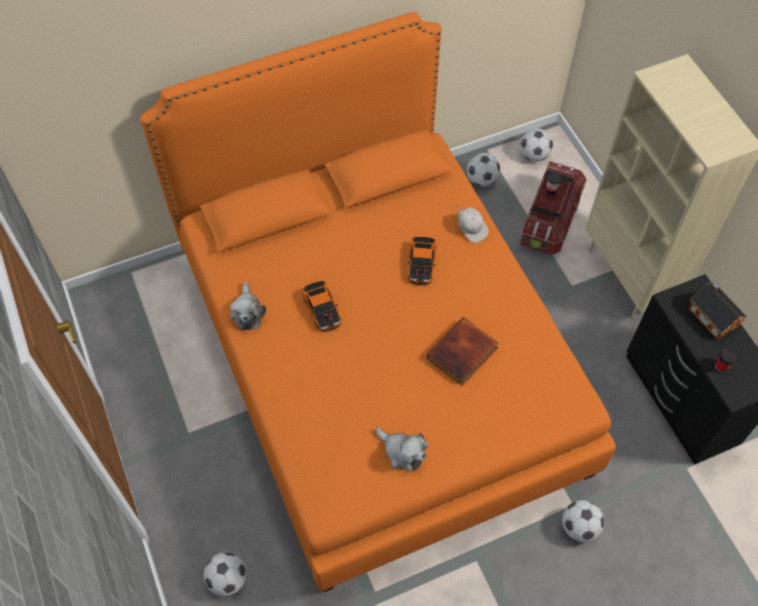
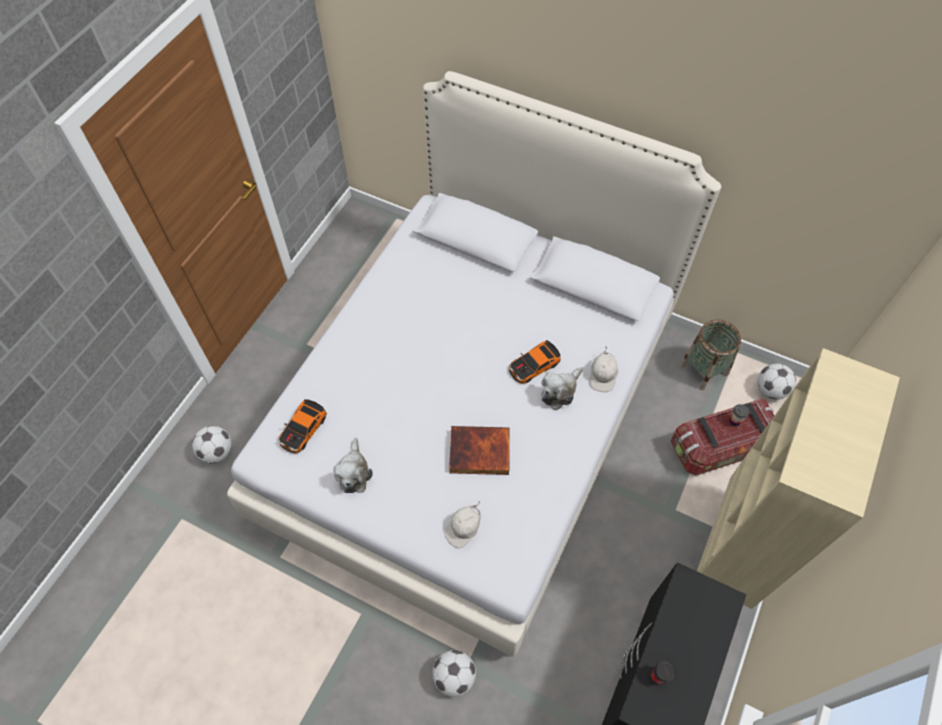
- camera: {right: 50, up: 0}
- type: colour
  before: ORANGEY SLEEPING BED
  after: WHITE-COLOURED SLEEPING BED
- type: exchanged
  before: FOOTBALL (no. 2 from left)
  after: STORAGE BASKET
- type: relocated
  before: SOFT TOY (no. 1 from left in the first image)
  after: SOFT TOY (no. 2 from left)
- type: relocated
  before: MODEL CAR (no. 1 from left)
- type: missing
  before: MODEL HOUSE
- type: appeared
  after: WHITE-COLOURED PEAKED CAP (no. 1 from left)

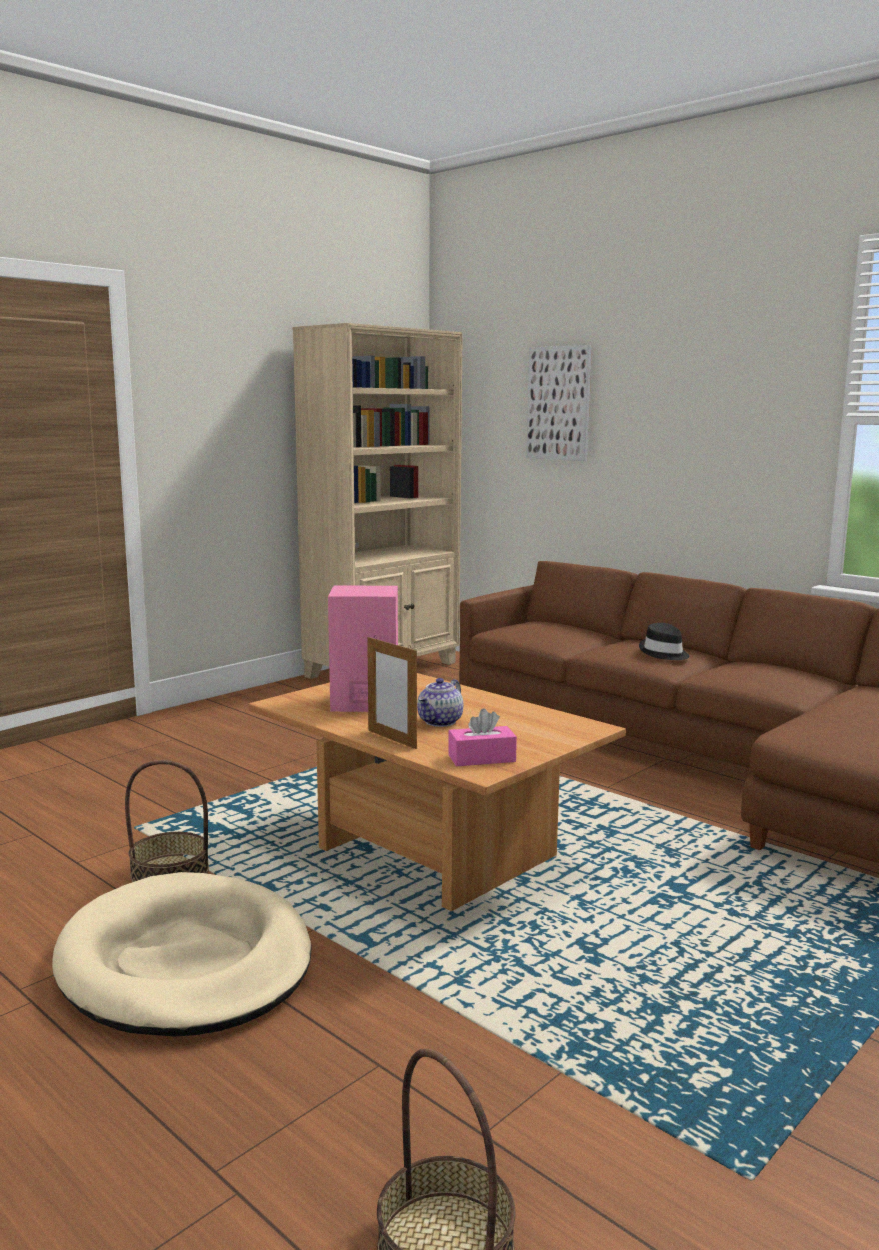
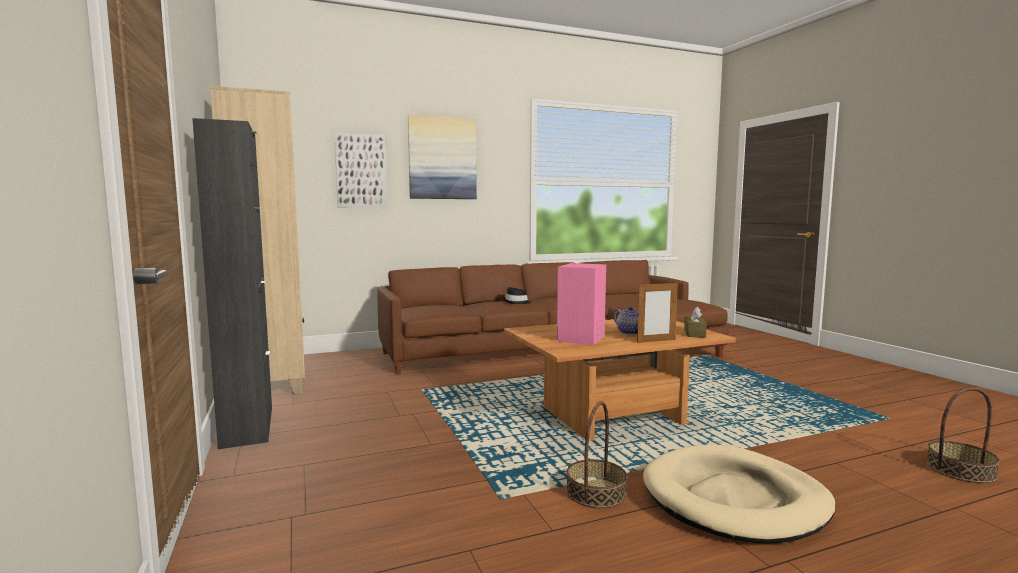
- camera: {right: -65, up: -5}
- type: colour
  before: PINK BOX OF TISSUES
  after: BROWN-COLOURED BOX OF TISSUES
- type: appeared
  after: WALL ART (no. 2 from left)
- type: appeared
  after: BLACKISH CUPBOARD

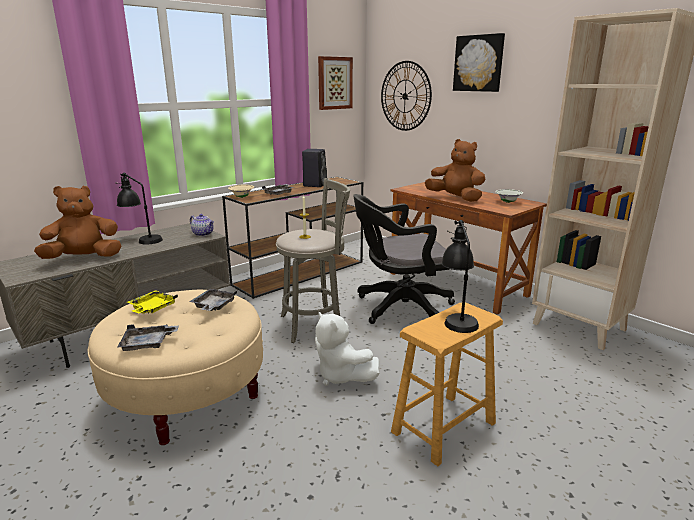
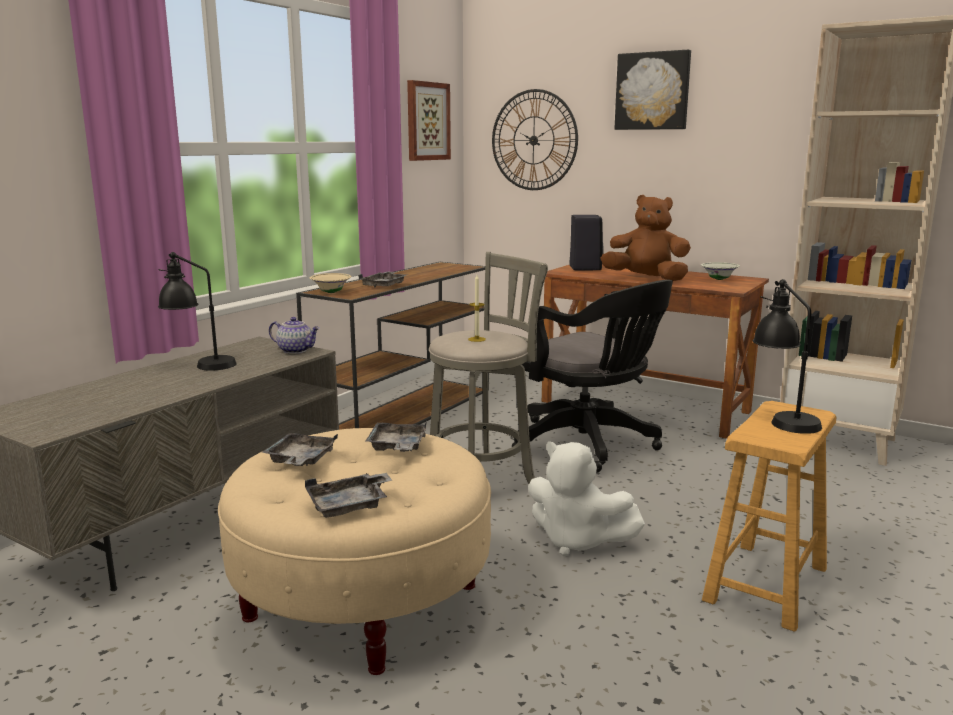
- camera: {right: -15, up: -5}
- type: relocated
  before: BLACKISH LOUDSPEAKER
- type: missing
  before: BROWN-COLOURED SOFT TOY (no. 1 from left)
- type: spun
  before: BLACKISH OFFICE CHAIR
  turn: -105
- type: colour
  before: YELLOW SERVING TRAY
  after: GREYISH SERVING TRAY (no. 1 from left)

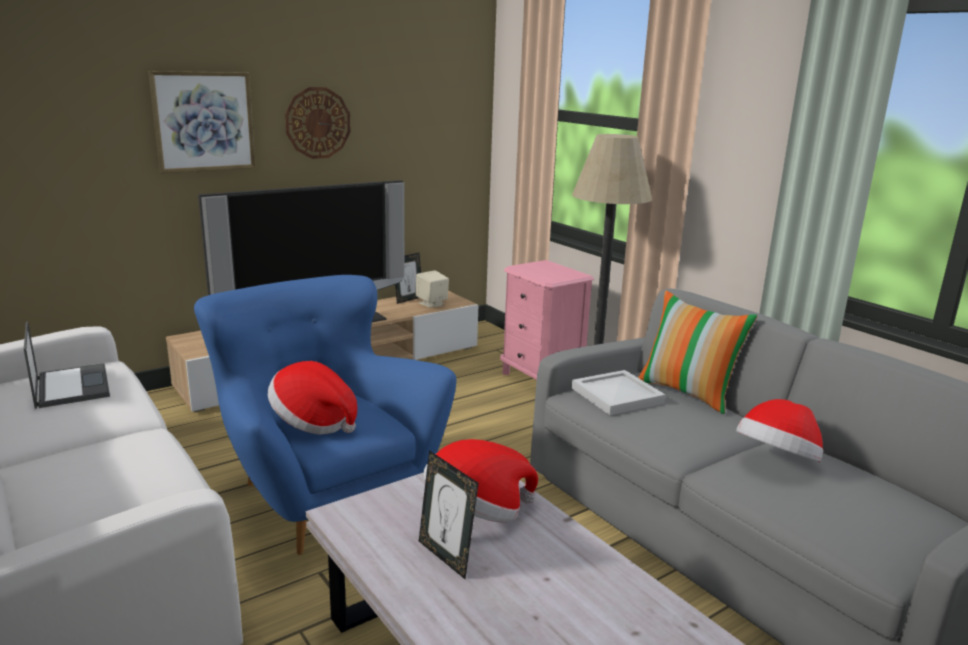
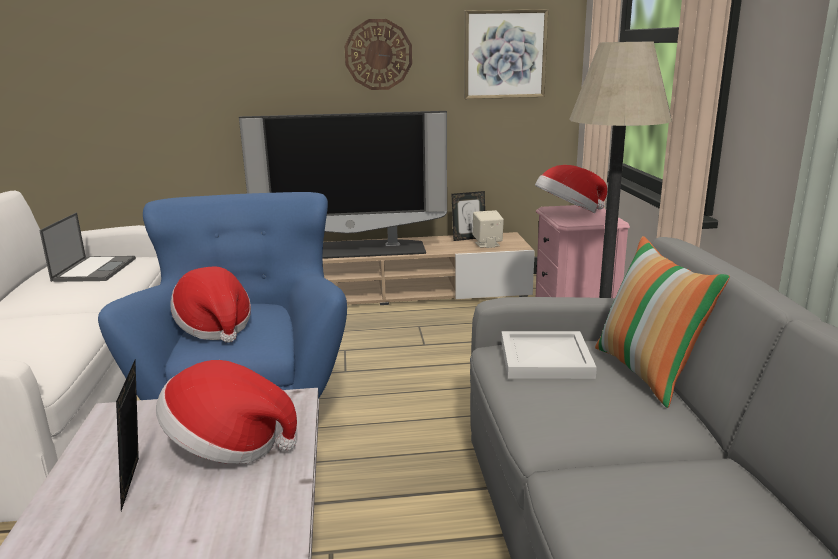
- camera: {right: 30, up: 0}
- type: relocated
  before: WALL ART
- type: relocated
  before: CLOTHING HAT (no. 3 from left)

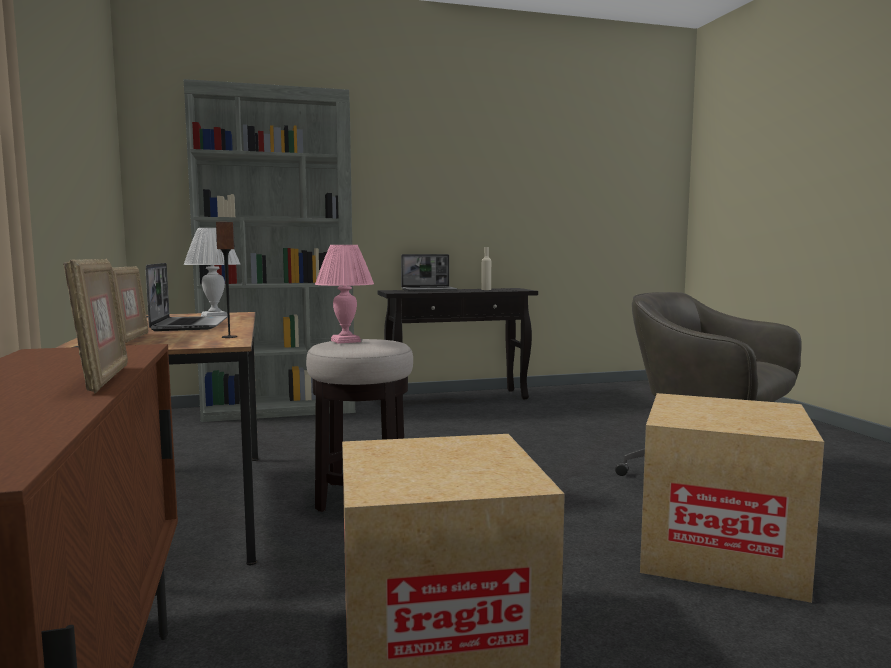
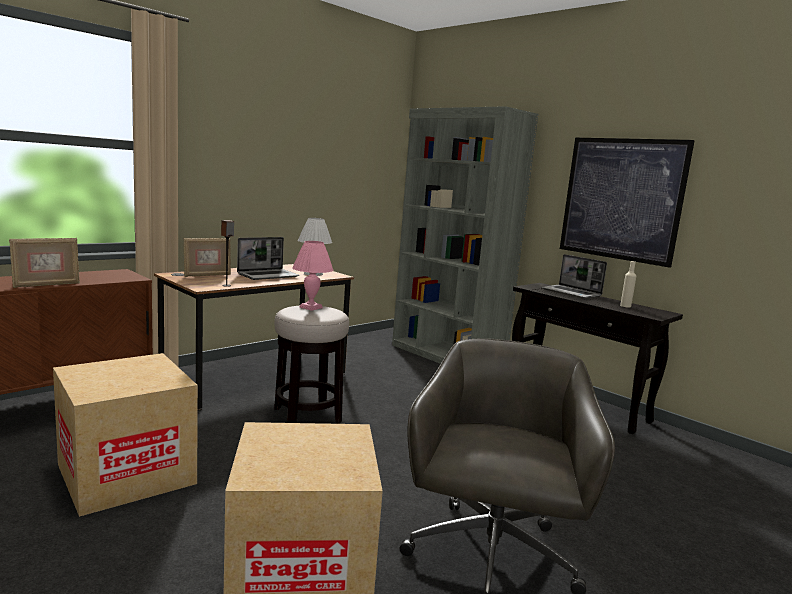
- camera: {right: 60, up: 5}
- type: appeared
  after: WALL ART

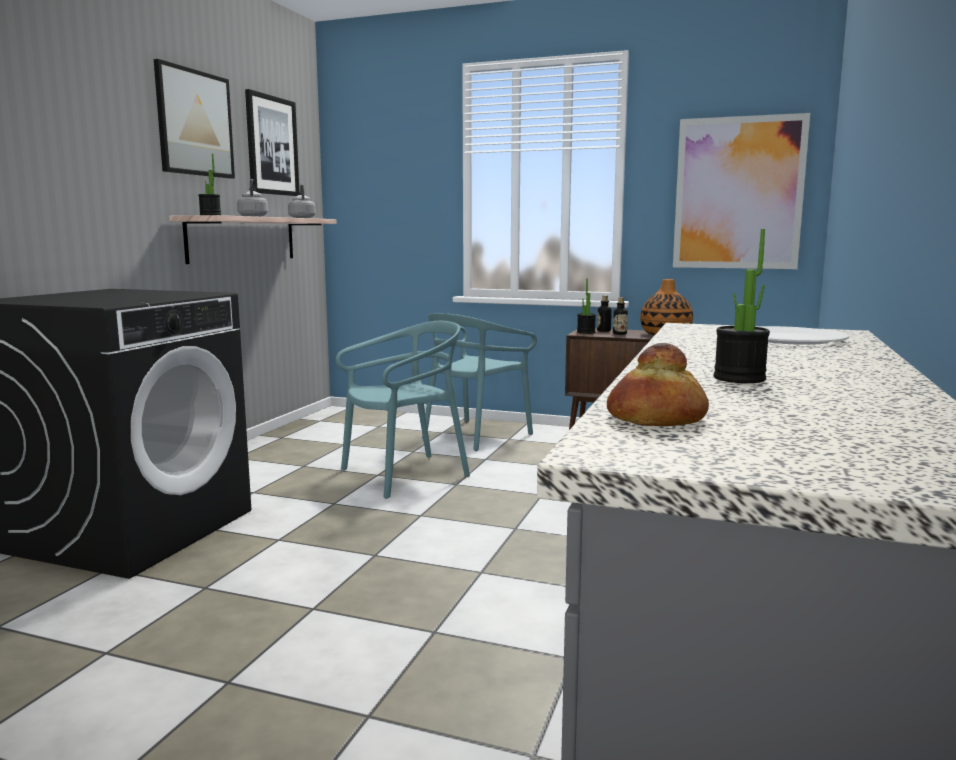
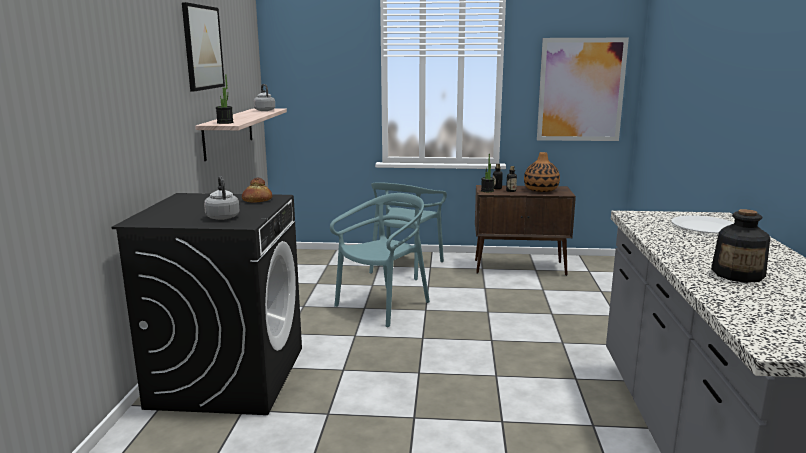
- camera: {right: -15, up: 5}
- type: missing
  before: WALL ART (no. 2 from left)
- type: relocated
  before: GREYISH TEA KETTLE (no. 1 from left)
- type: exchanged
  before: POTTED PLANT (no. 3 from left)
  after: DRINK BOTTLE (no. 3 from left)
- type: relocated
  before: BAKERY BREAD

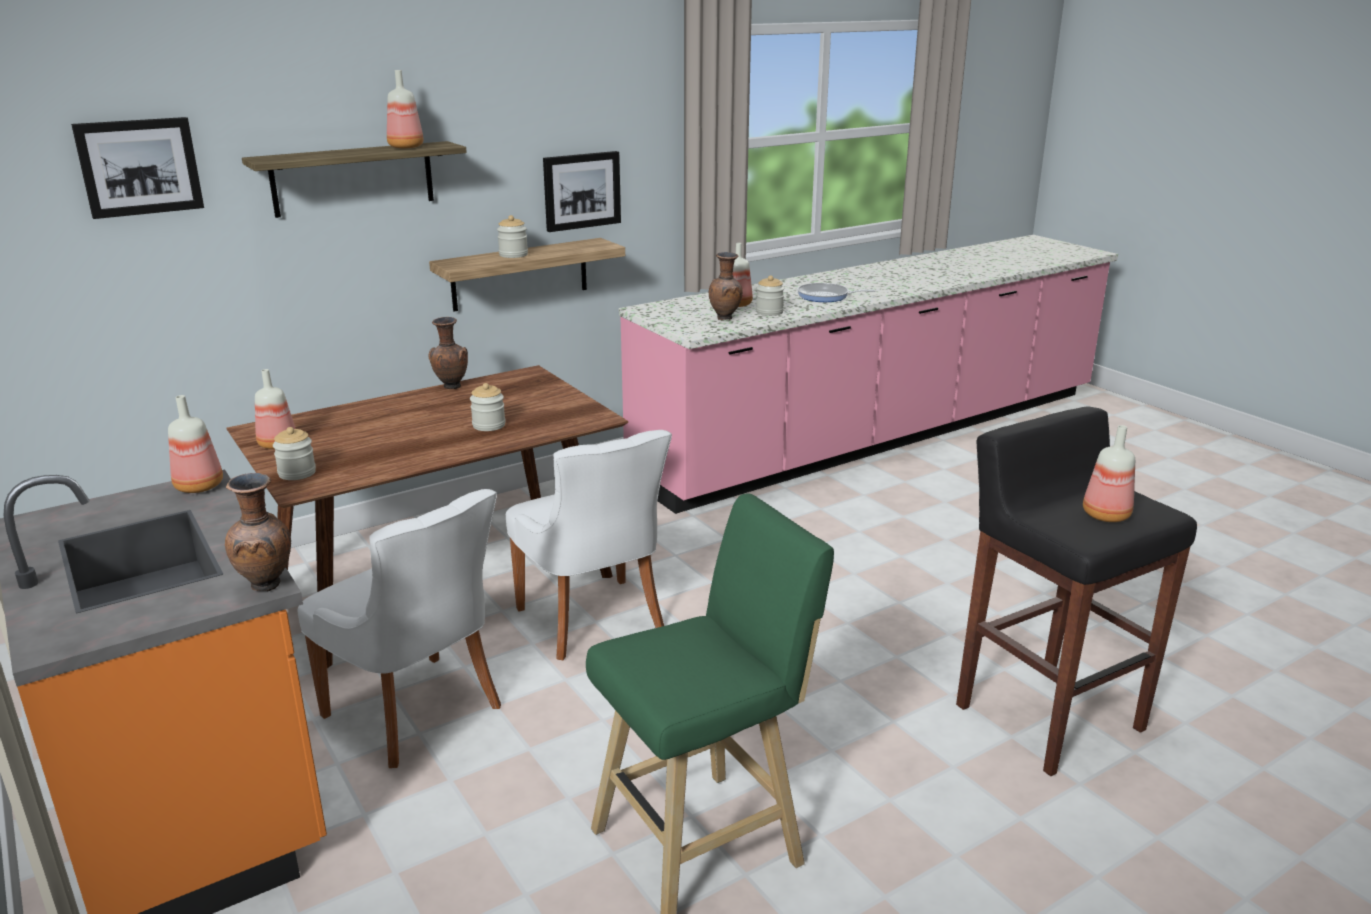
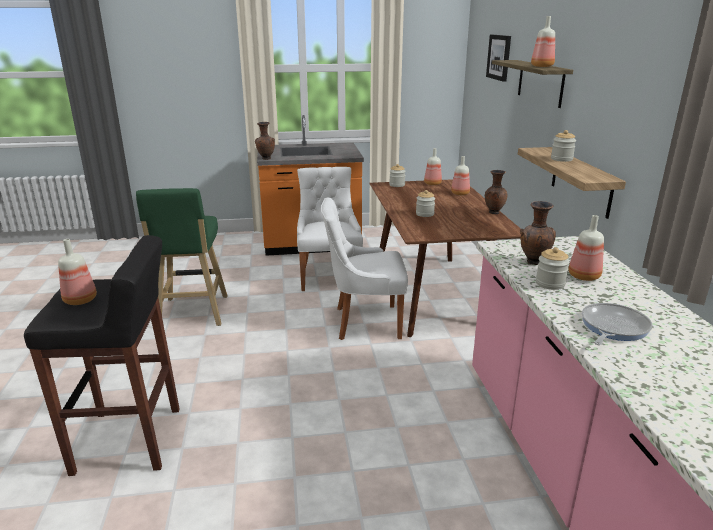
- camera: {right: 115, up: 0}
- type: missing
  before: WALL ART (no. 2 from left)
- type: relocated
  before: DRINK BOTTLE (no. 1 from left in the first image)
  after: DRINK BOTTLE (no. 3 from left)
- type: spun
  before: WHITE-COLOURED PLAIN CHAIR (no. 1 from left)
  turn: 105

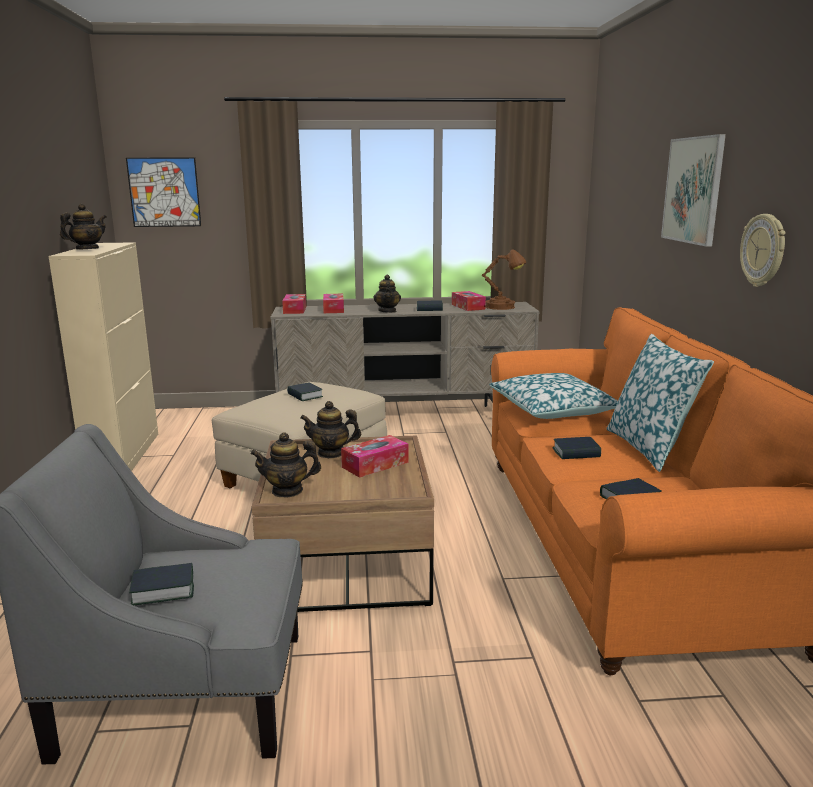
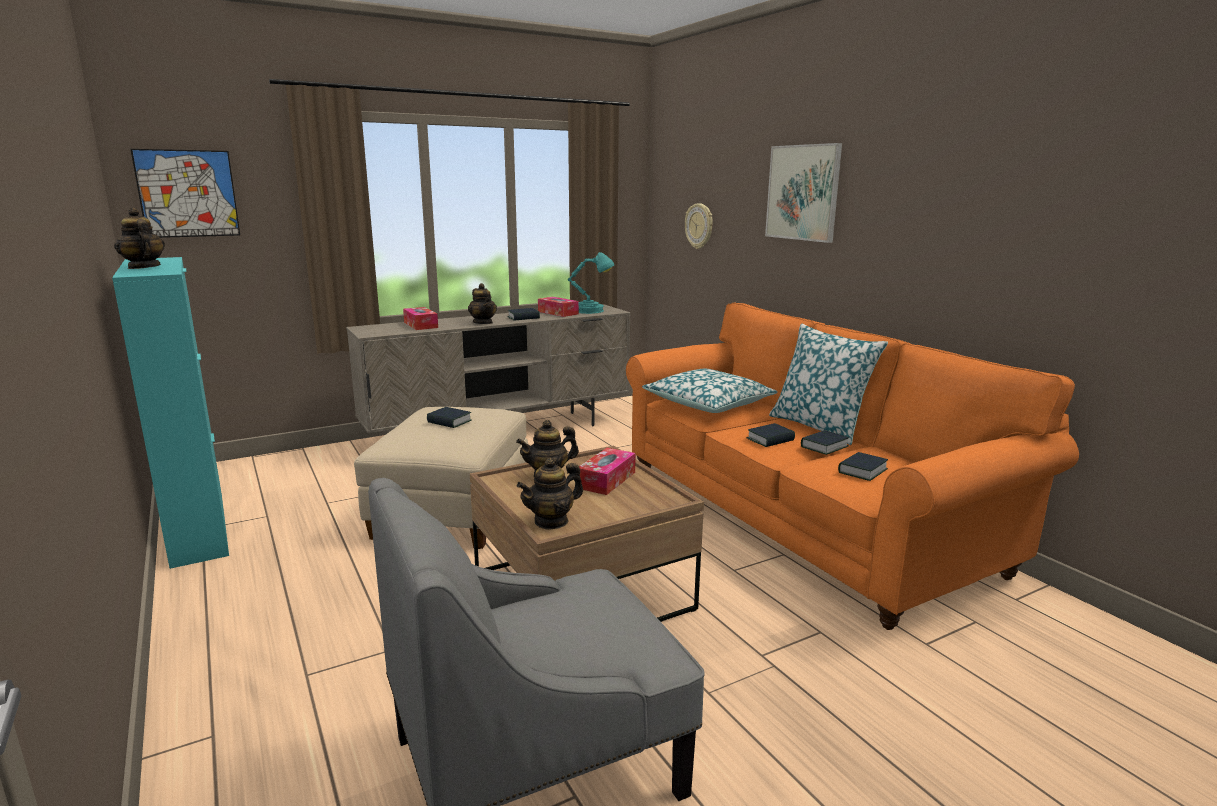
- camera: {right: -25, up: 0}
- type: spun
  before: POT FOR TEA (no. 1 from left)
  turn: -60
- type: relocated
  before: HANGING CLOCK
- type: colour
  before: BEIGE CUPBOARD
  after: TURQUOISE CUPBOARD
- type: colour
  before: BROWN-COLOURED TABLETOP LAMP
  after: TURQUOISE TABLETOP LAMP
- type: missing
  before: BOX OF TISSUES (no. 1 from left)
- type: relocated
  before: VOLUME (no. 1 from left in the first image)
  after: VOLUME (no. 4 from left)

